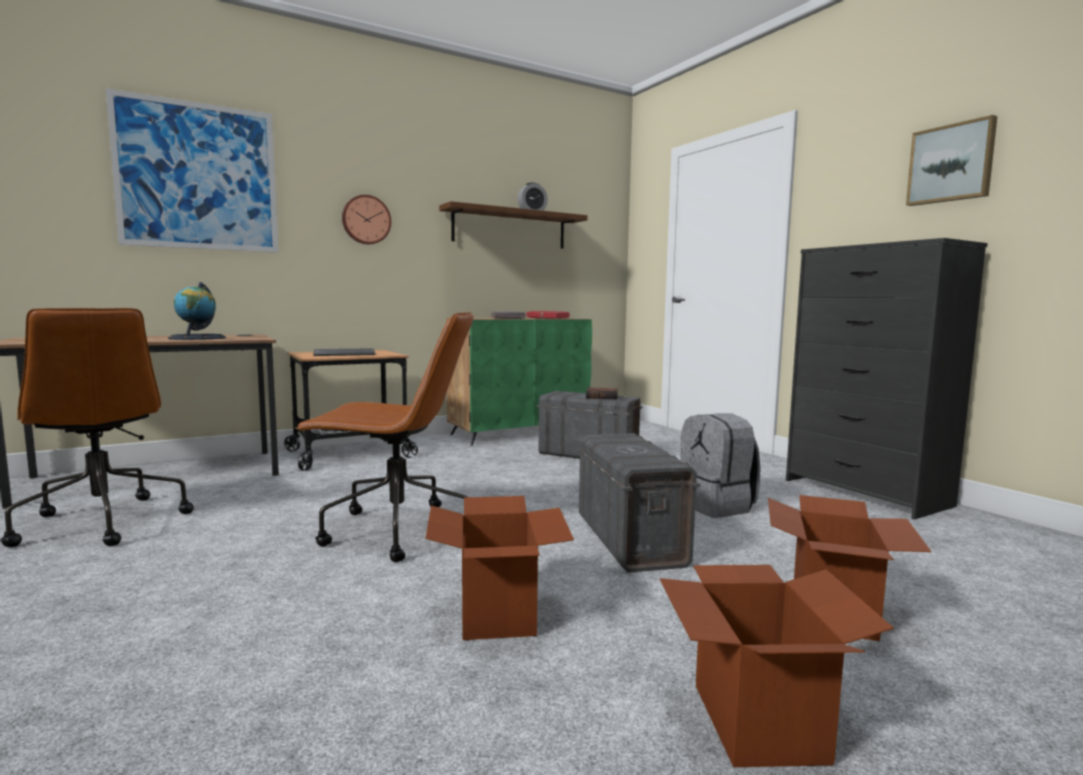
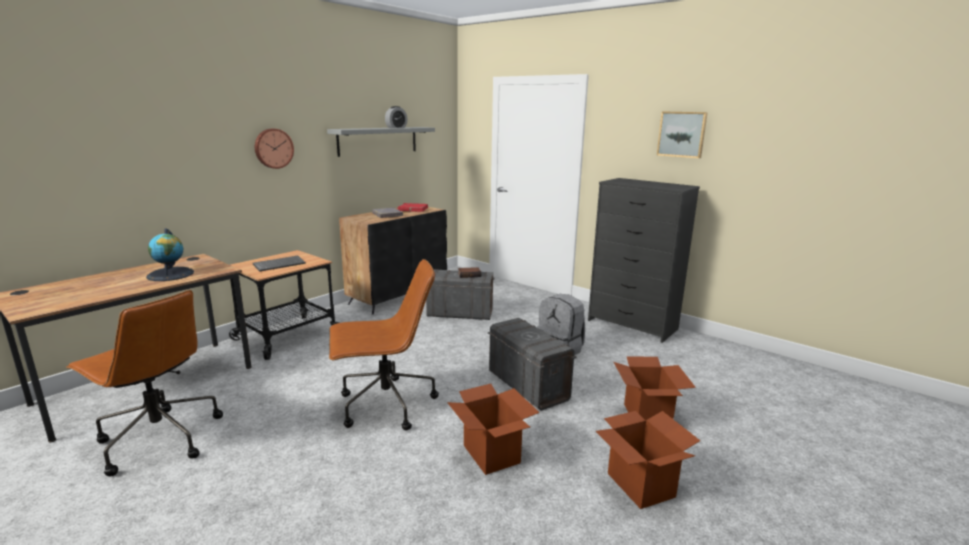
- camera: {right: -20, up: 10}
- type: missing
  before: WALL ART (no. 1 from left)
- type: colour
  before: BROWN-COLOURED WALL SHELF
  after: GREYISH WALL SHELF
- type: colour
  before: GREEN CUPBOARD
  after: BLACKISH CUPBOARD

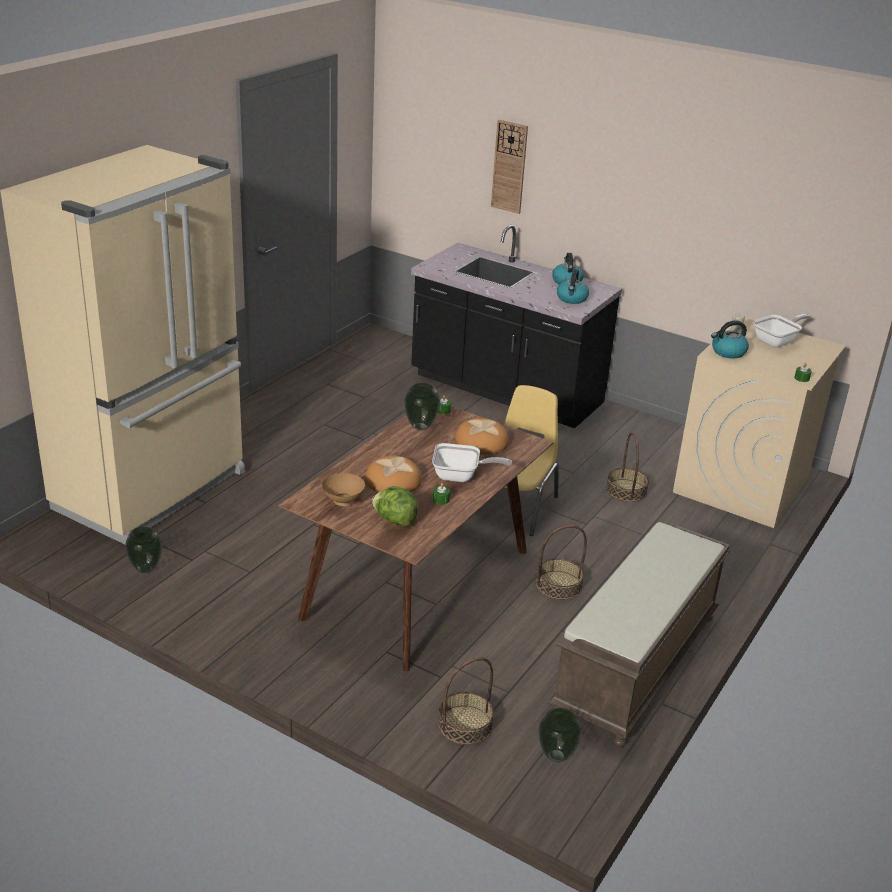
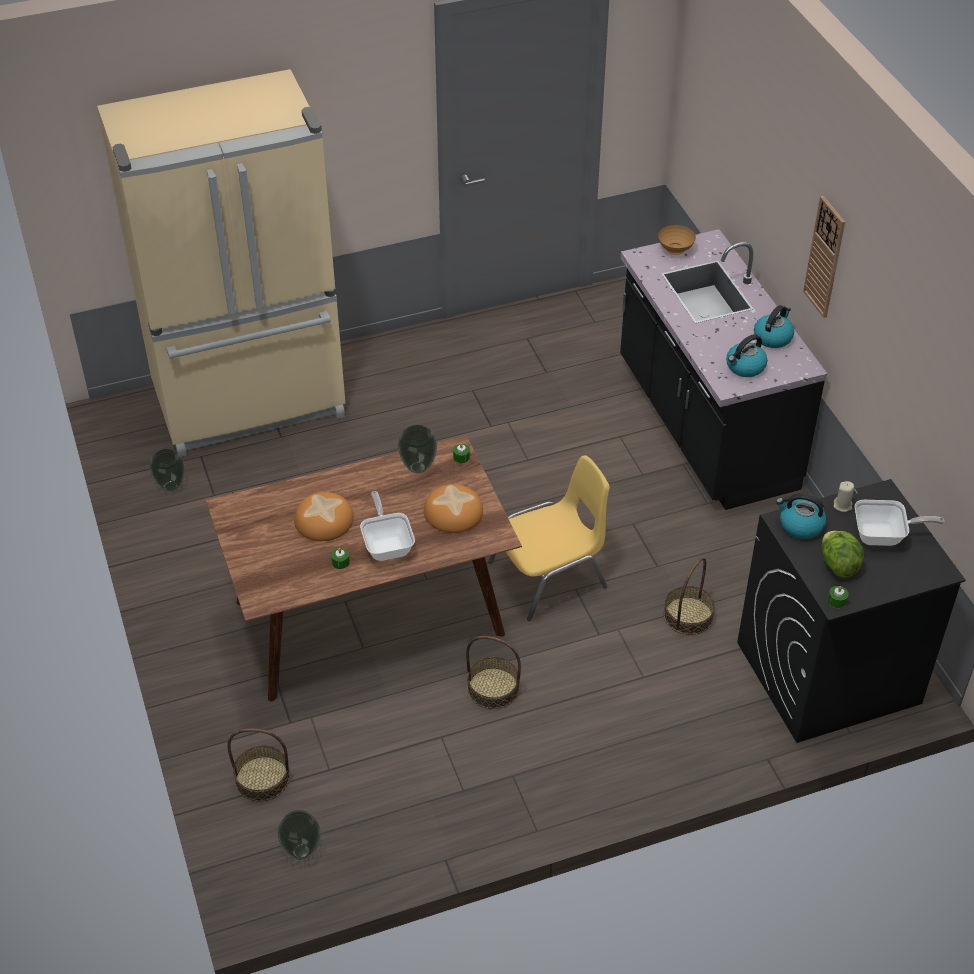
- camera: {right: 40, up: 15}
- type: relocated
  before: HANGING CLOCK
- type: colour
  before: BEIGE WASHING MACHINE
  after: BLACKISH WASHING MACHINE
- type: spun
  before: SKILLET (no. 1 from left)
  turn: -150
- type: relocated
  before: BROWN-COLOURED DEEP DISH
- type: relocated
  before: LETTUCE HEAD
- type: missing
  before: BROWN-COLOURED BENCH

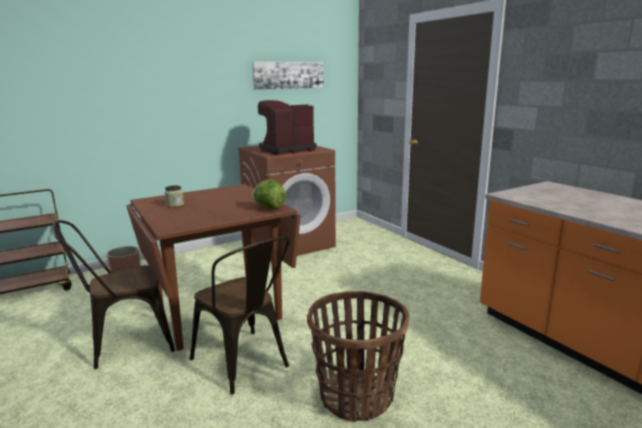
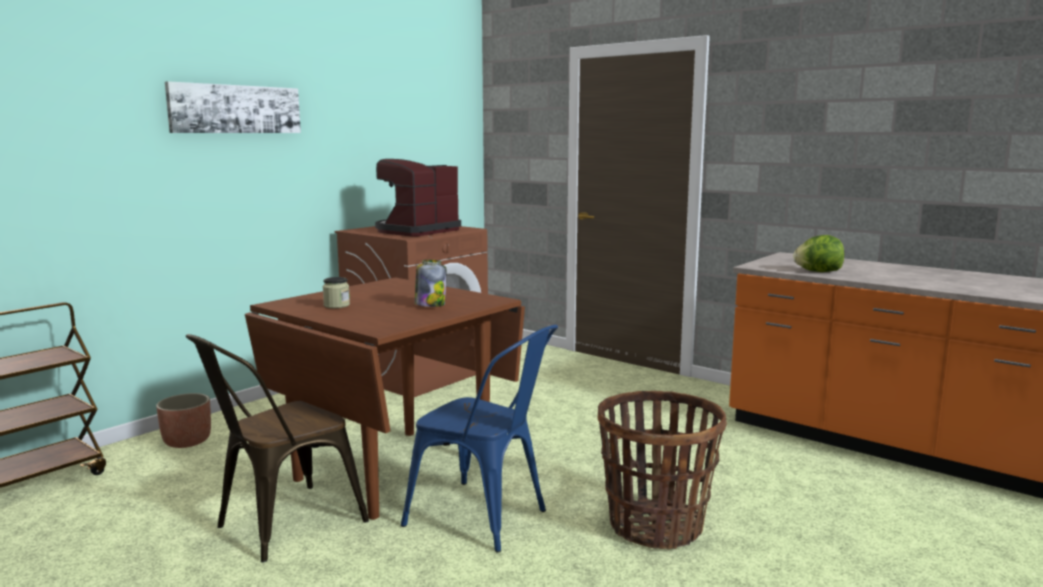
- camera: {right: -20, up: -5}
- type: relocated
  before: WALL ART
- type: relocated
  before: LETTUCE HEAD
- type: colour
  before: BROWN-COLOURED PLAIN CHAIR (no. 2 from left)
  after: BLUISH PLAIN CHAIR
- type: appeared
  after: STORAGE JAR (no. 2 from left)

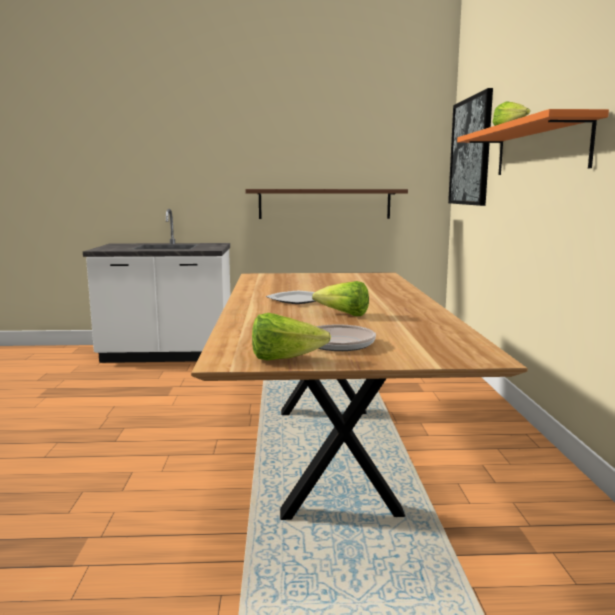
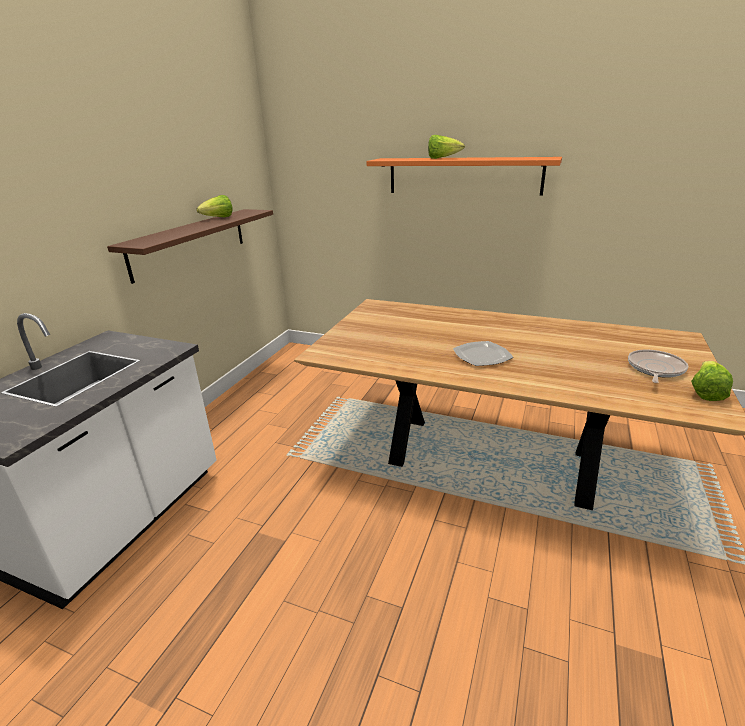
- camera: {right: -65, up: 15}
- type: missing
  before: WALL ART
- type: relocated
  before: LETTUCE HEAD (no. 2 from left in the first image)
  after: LETTUCE HEAD (no. 1 from left)

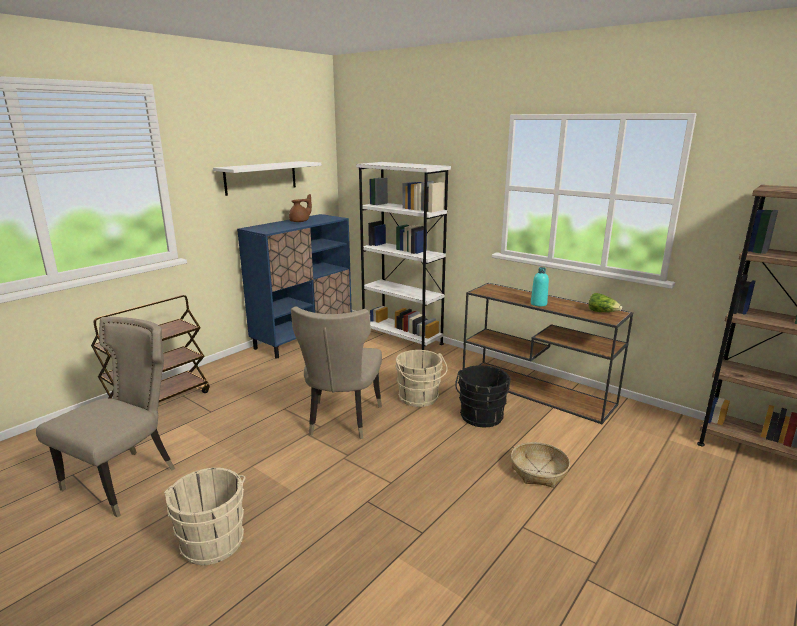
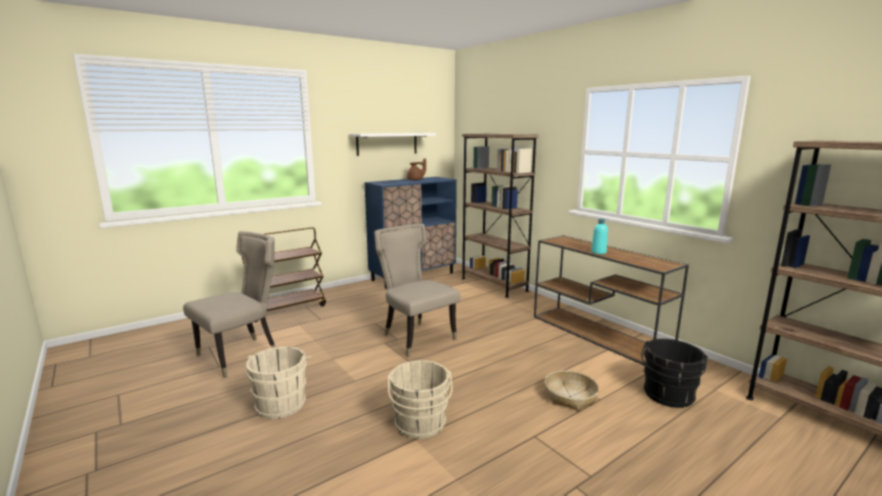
- camera: {right: 15, up: -5}
- type: colour
  before: WHITE-COLOURED BOOKSHELF
  after: BROWN-COLOURED BOOKSHELF (no. 1 from left)
- type: missing
  before: LETTUCE HEAD
- type: spun
  before: BEIGE PLAIN CHAIR (no. 2 from left)
  turn: 120
- type: relocated
  before: BEIGE PAIL (no. 2 from left)
- type: relocated
  before: BLACKISH PAIL

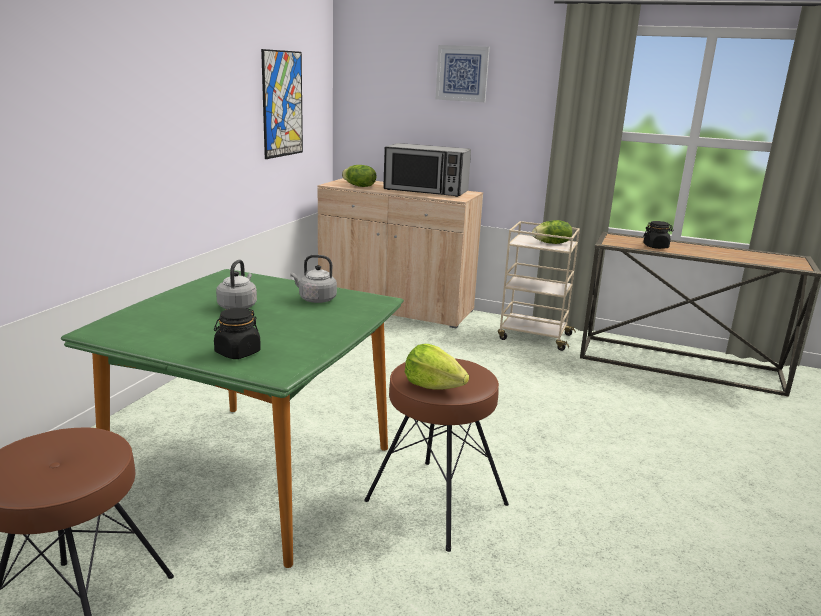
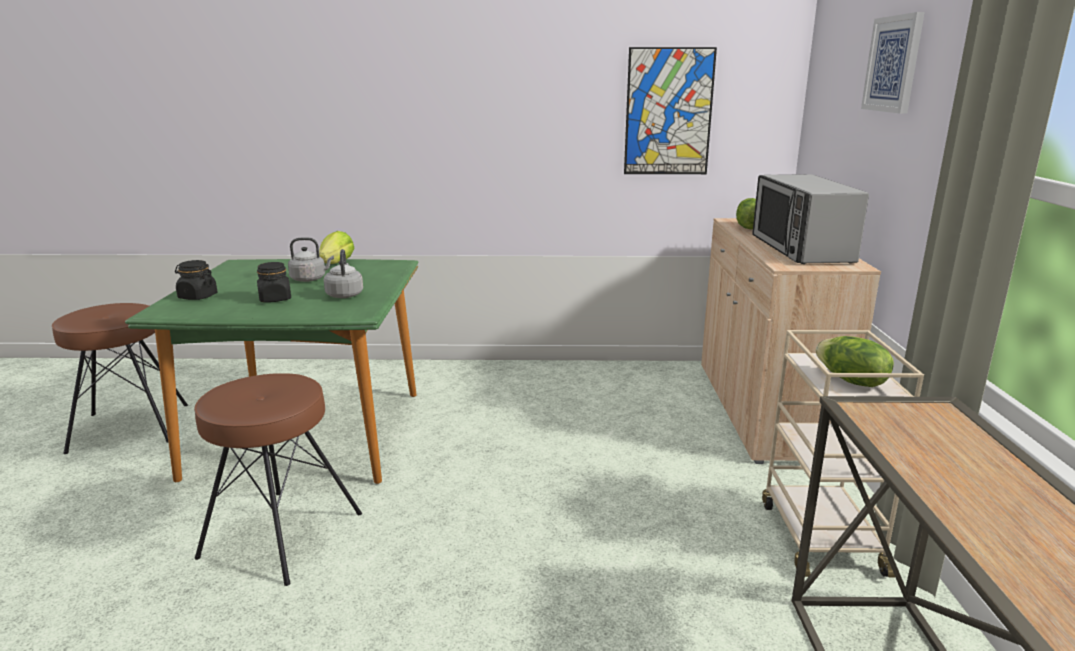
- camera: {right: 70, up: 0}
- type: relocated
  before: BLACKISH STORAGE JAR (no. 2 from left)
- type: relocated
  before: LETTUCE HEAD (no. 2 from left in the first image)
  after: LETTUCE HEAD (no. 1 from left)

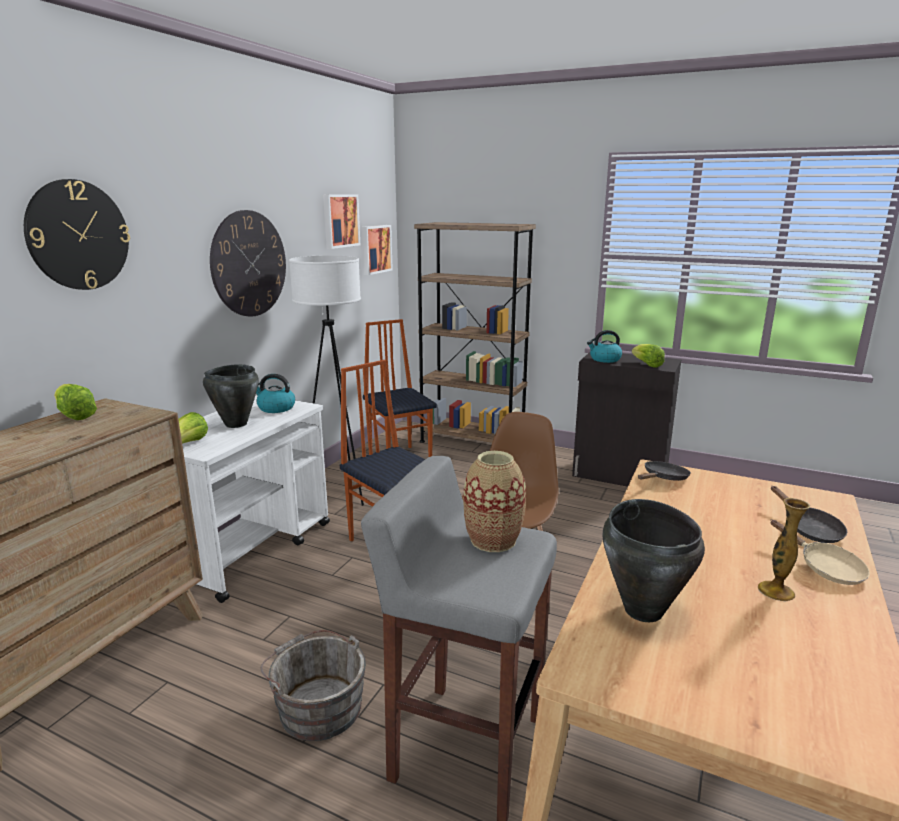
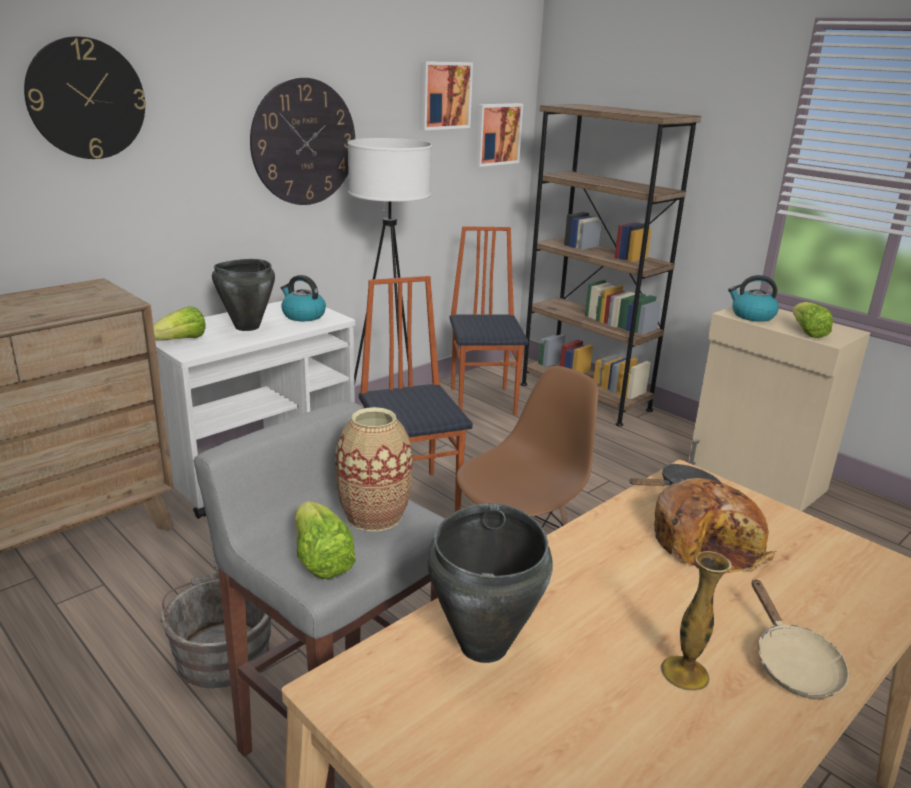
- camera: {right: 20, up: 5}
- type: colour
  before: BLACKISH CUPBOARD
  after: BEIGE CUPBOARD
- type: relocated
  before: LETTUCE HEAD (no. 1 from left in the first image)
  after: LETTUCE HEAD (no. 2 from left)
- type: missing
  before: BLACKISH SKILLET (no. 2 from left)
- type: appeared
  after: BAKERY BREAD

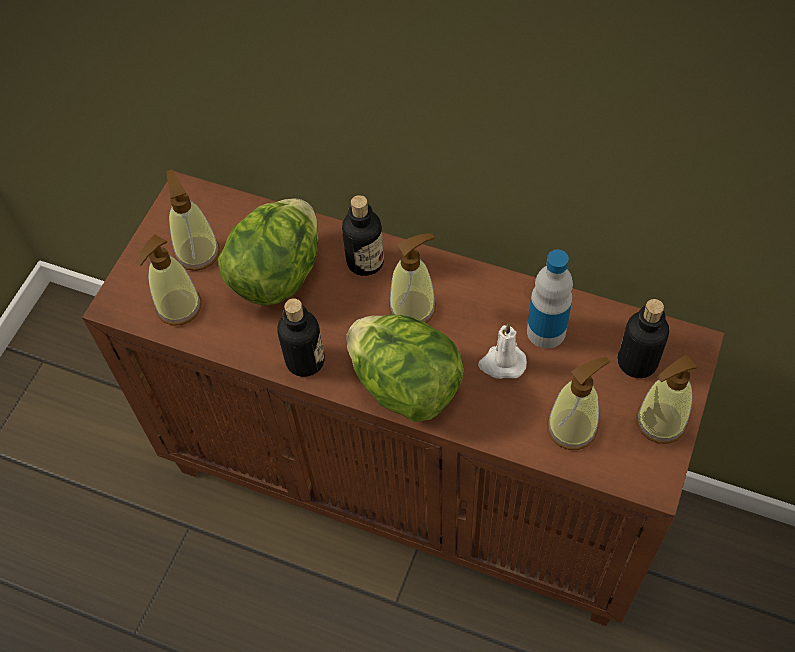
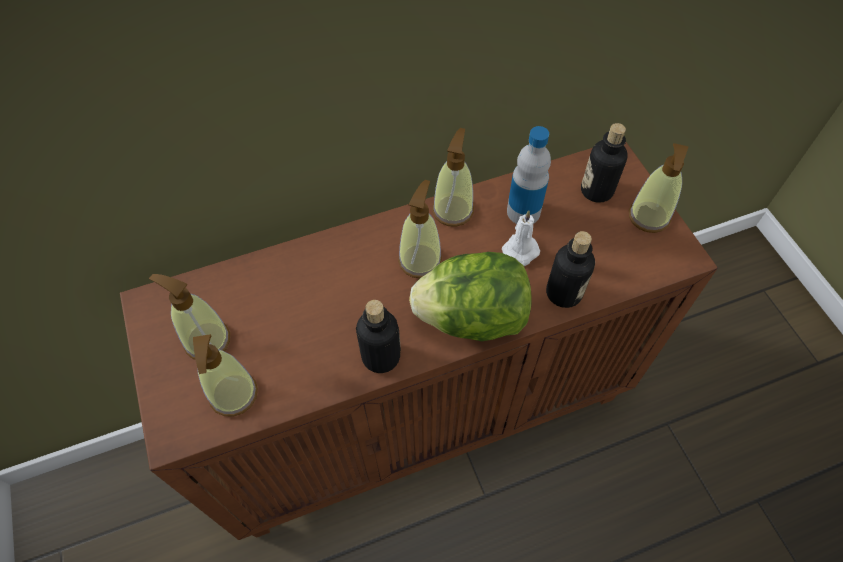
- camera: {right: -45, up: 0}
- type: relocated
  before: DRINK BOTTLE (no. 2 from left in the first image)
  after: DRINK BOTTLE (no. 3 from left)
- type: missing
  before: LETTUCE HEAD (no. 1 from left)
- type: relocated
  before: LIQUID SOAP BOTTLE (no. 4 from left)

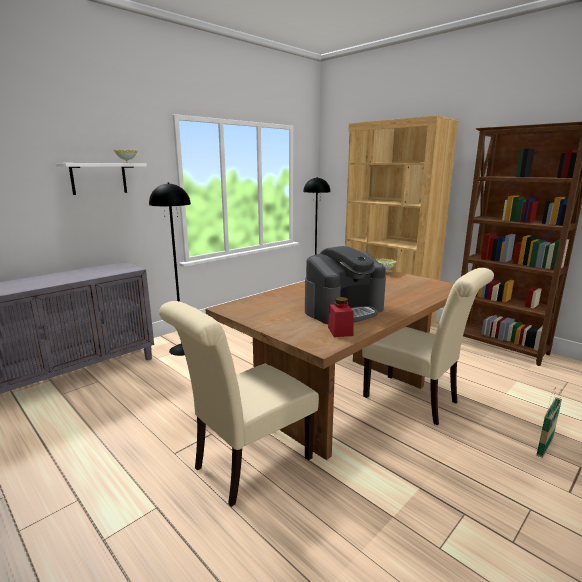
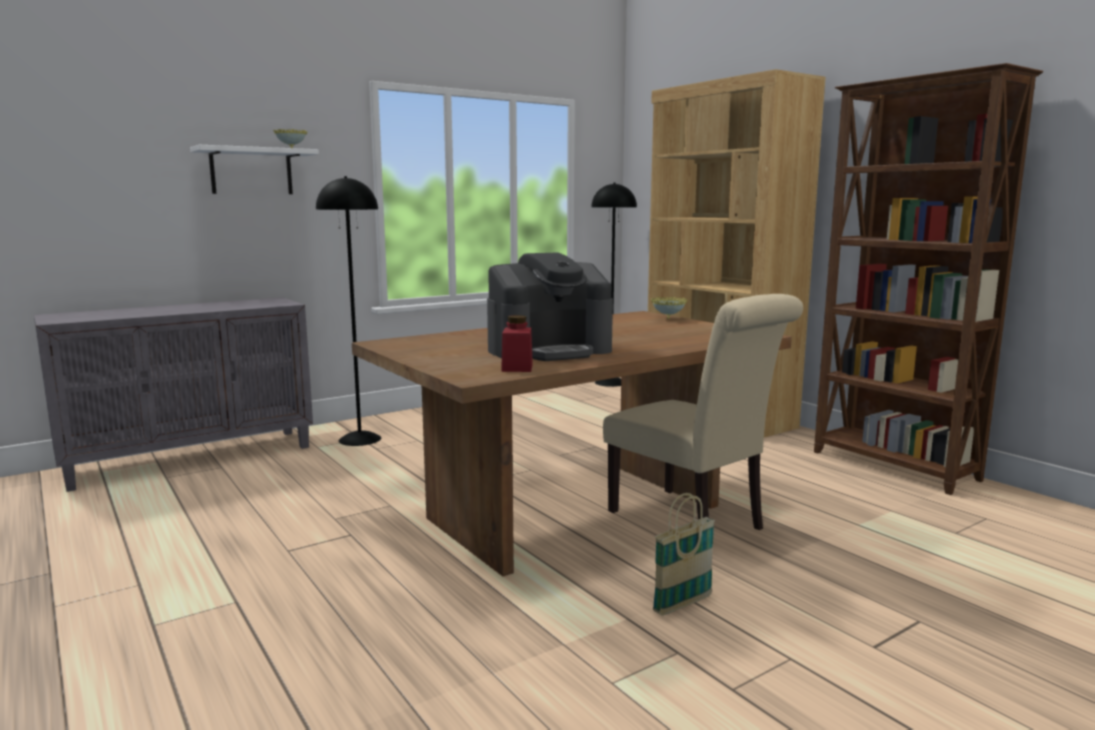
- camera: {right: 10, up: -5}
- type: missing
  before: BEIGE PLAIN CHAIR (no. 1 from left)
- type: relocated
  before: STORAGE BASKET

